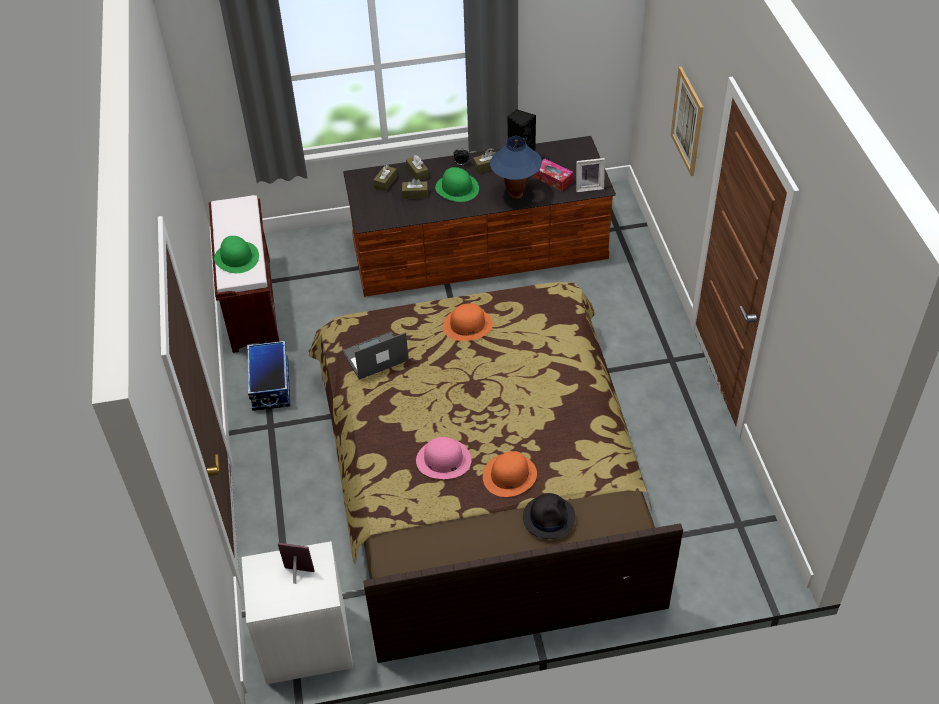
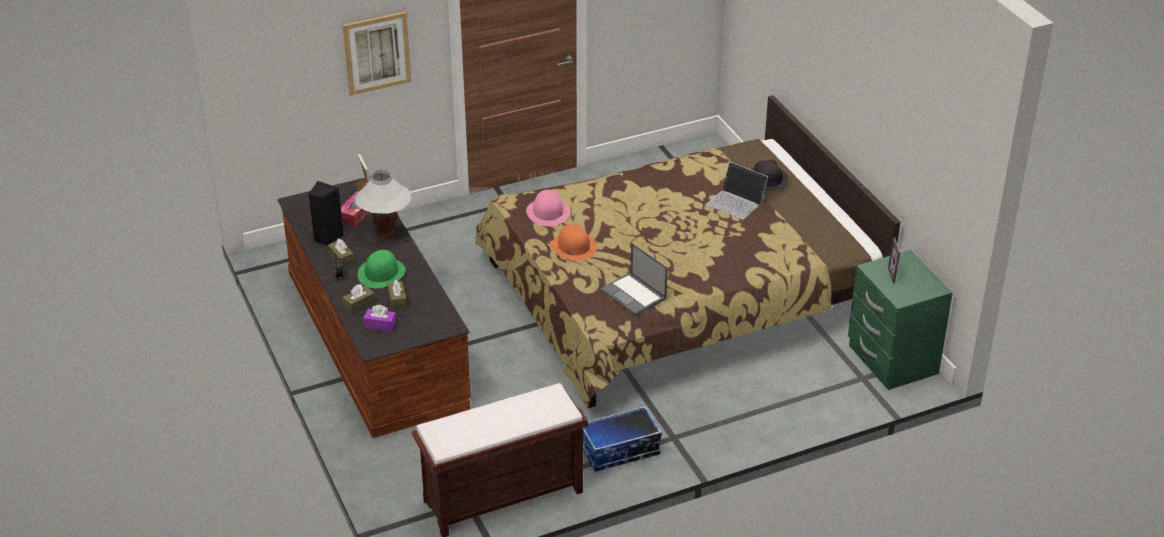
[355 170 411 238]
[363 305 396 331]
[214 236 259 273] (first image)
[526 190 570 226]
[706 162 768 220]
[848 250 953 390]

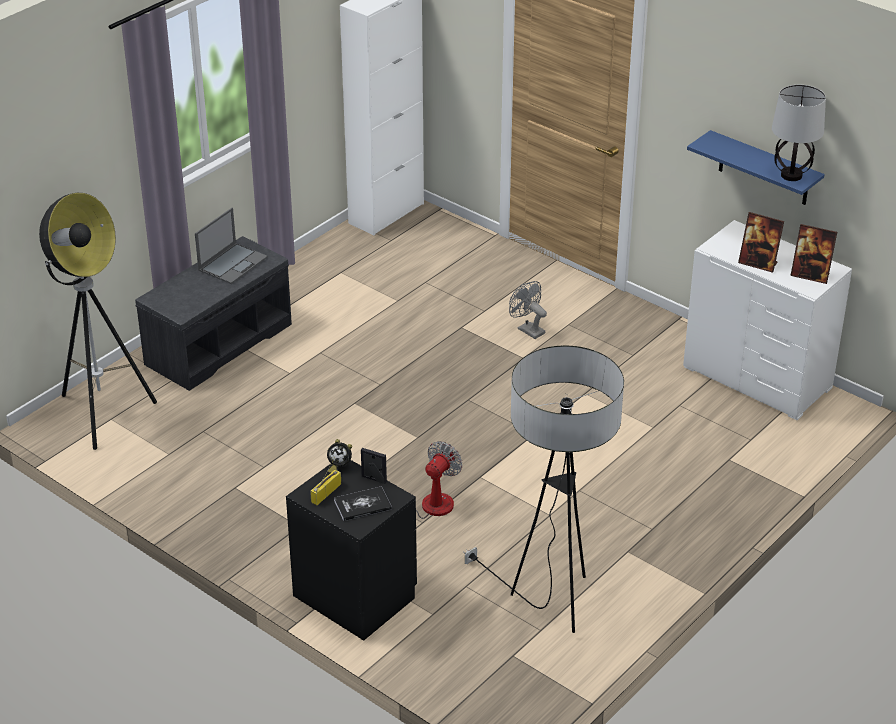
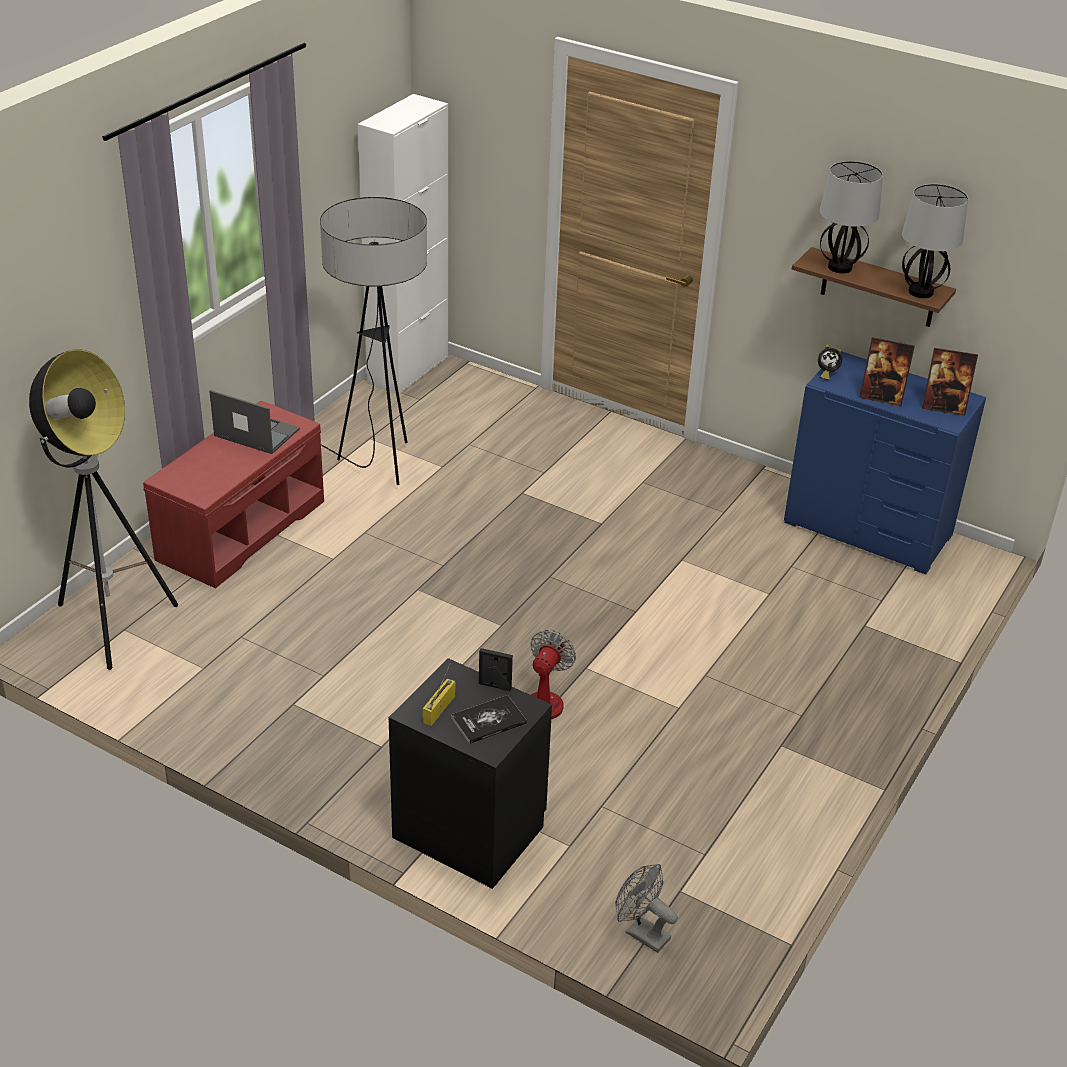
[792 247 956 327]
[209 390 300 454]
[784 352 986 574]
[143 401 324 588]
[615 864 678 953]
[320 197 427 485]
[818 344 842 380]
[820 161 883 273]

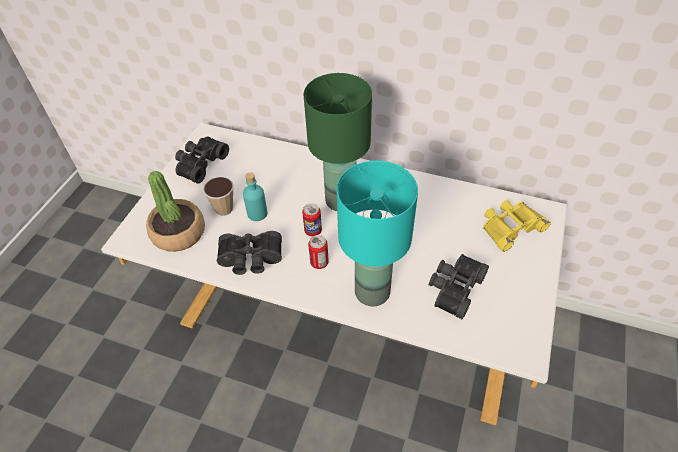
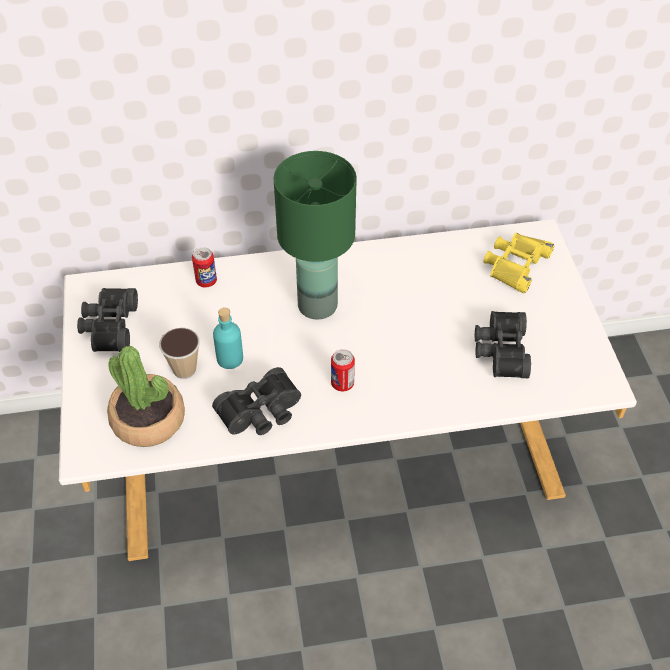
[337 161 418 306] (first image)
[192 247 217 287]

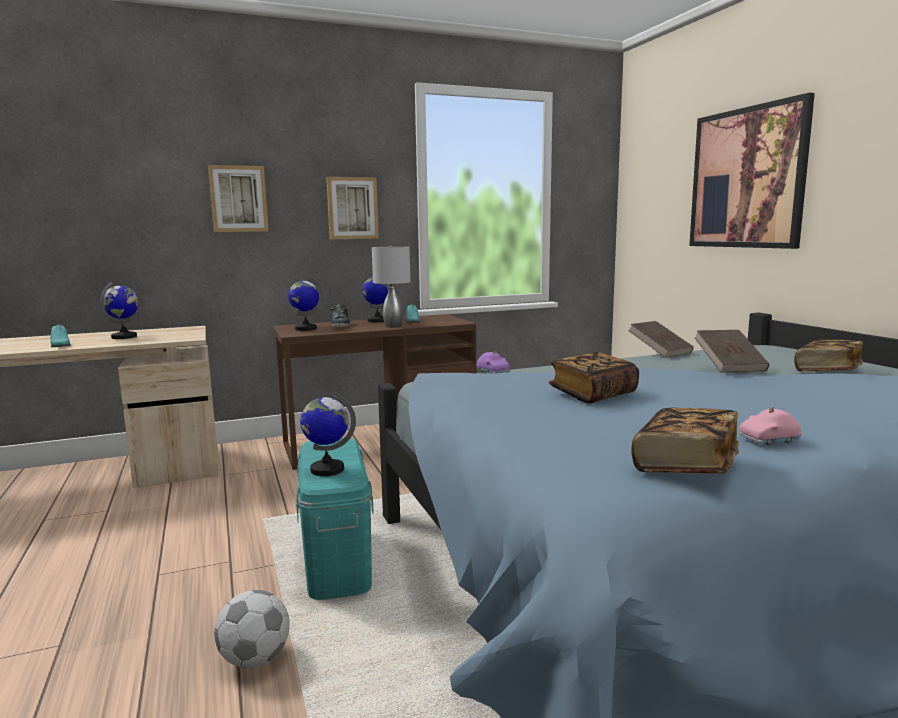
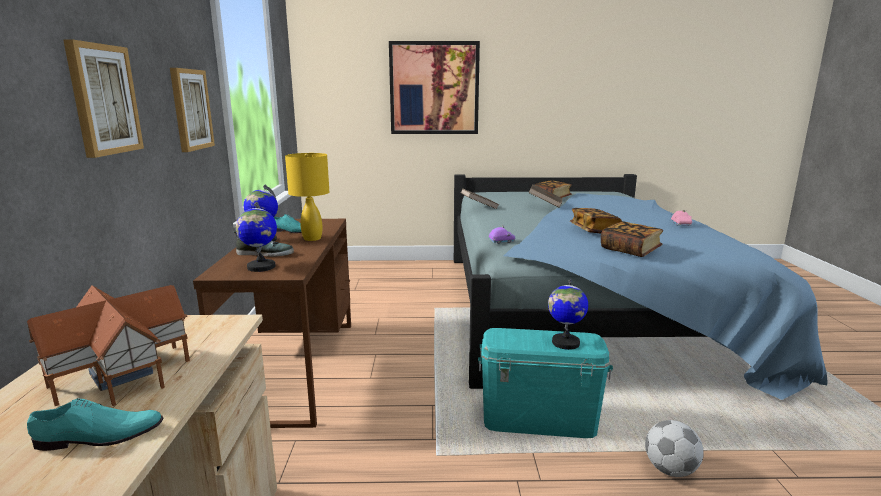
[285 153 329 241]
[27 285 190 406]
[601 221 663 257]

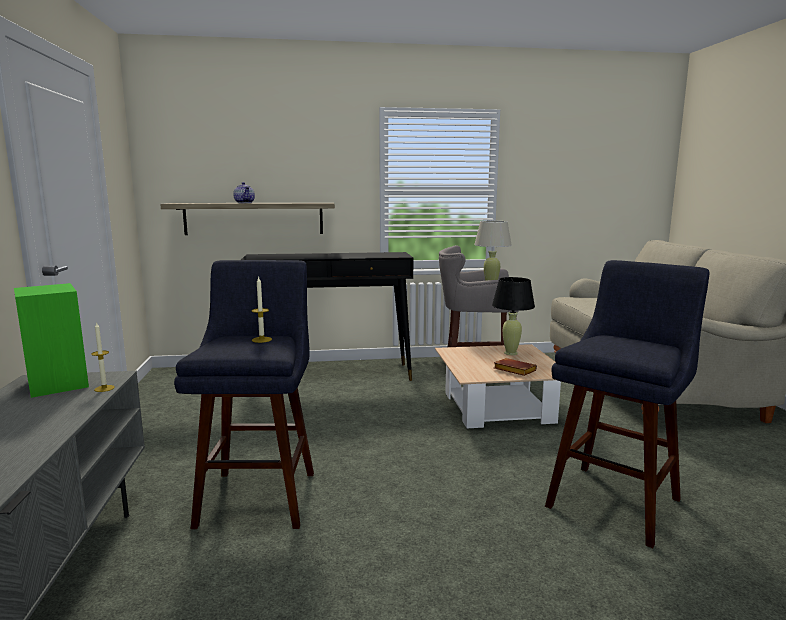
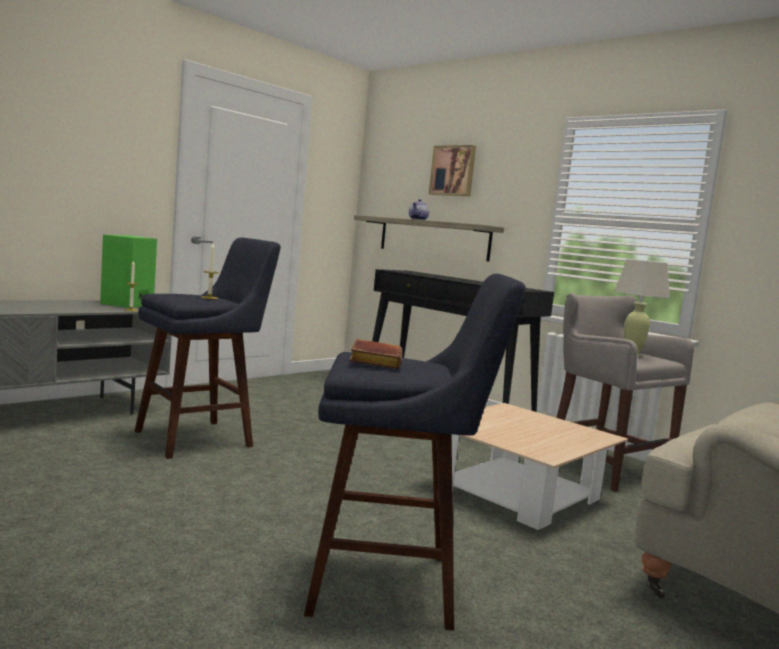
[492 277 535 355] (first image)
[349 339 403 369]
[429 145 476 196]

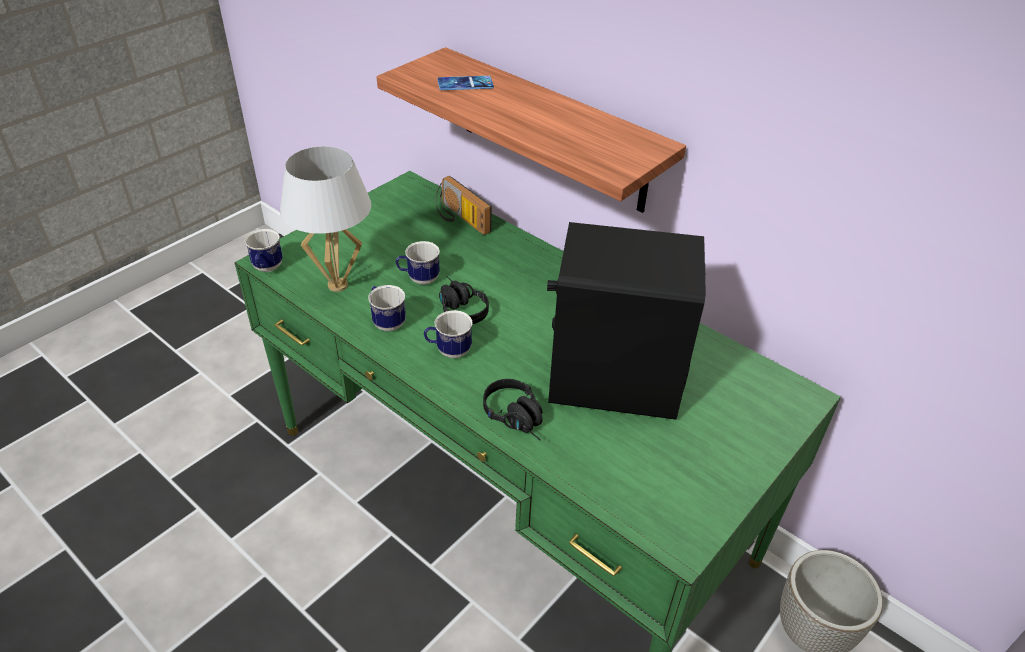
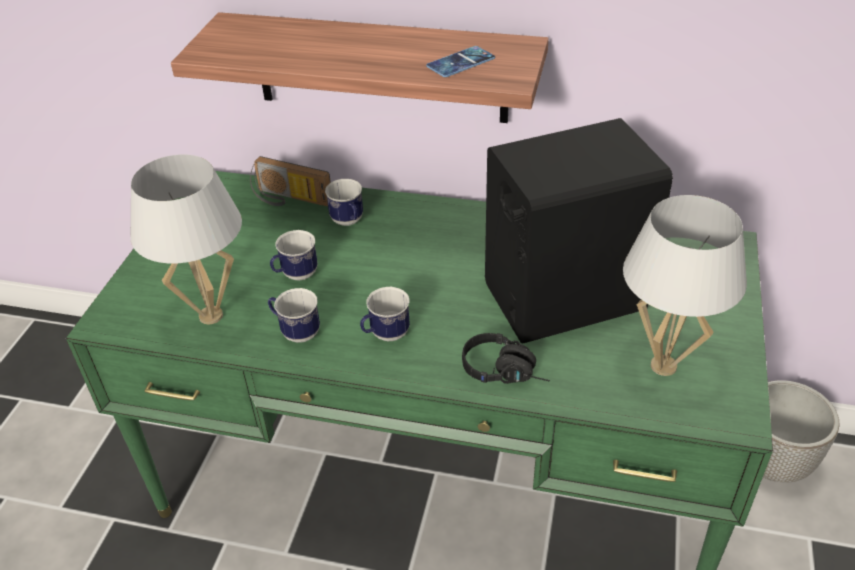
[426 46 495 77]
[325 179 363 226]
[439 276 489 324] (first image)
[623 195 747 376]

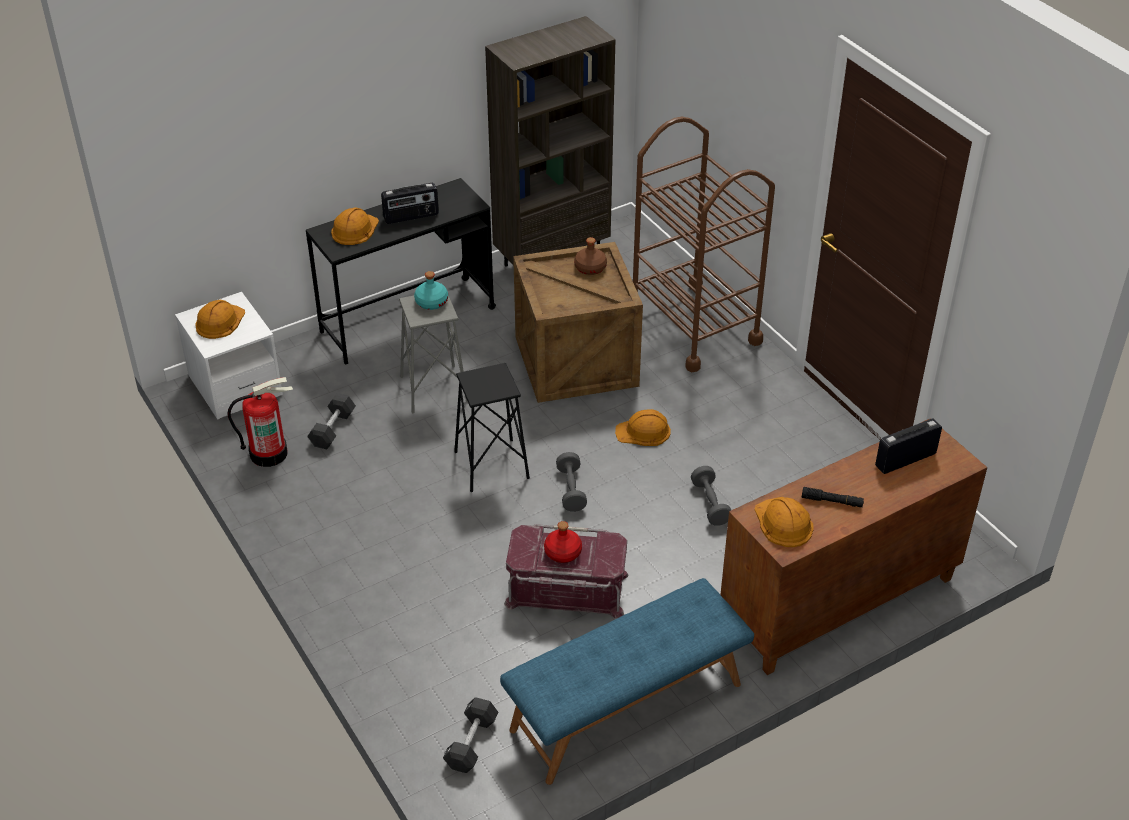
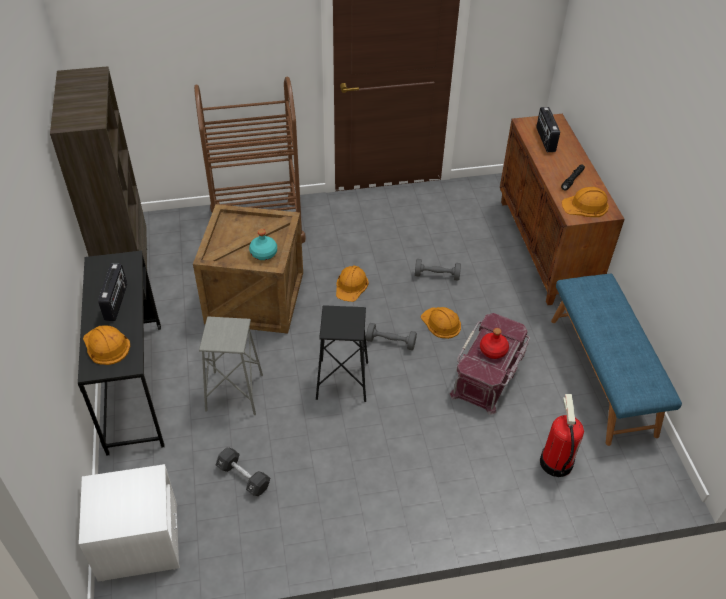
[574 237 607 275] (first image)
[249 229 277 260]
[421 307 461 339]
[540 394 584 477]
[443 697 498 773] (first image)

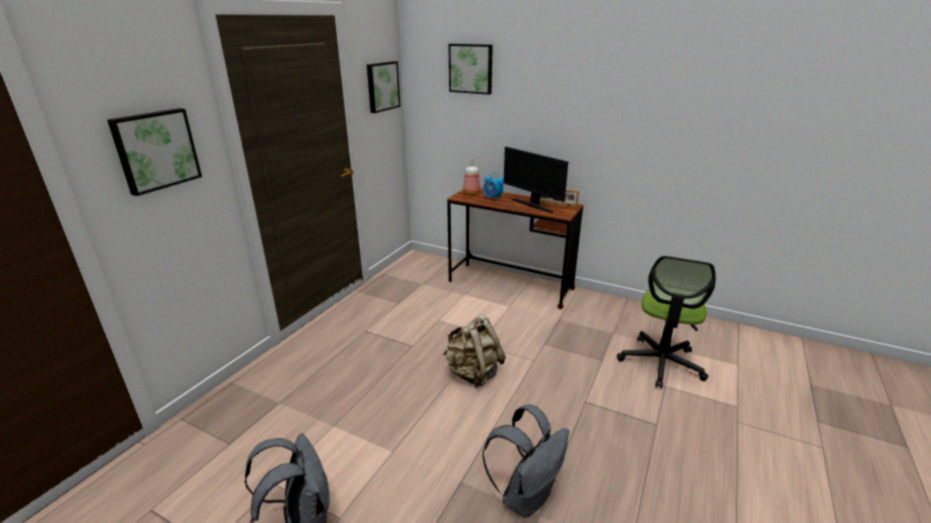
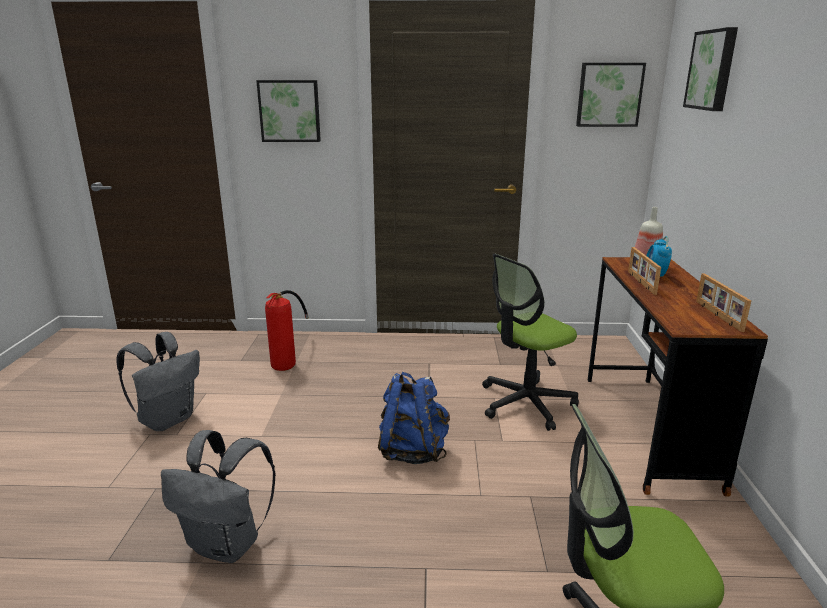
[504 147 568 213] (first image)
[378 372 450 464]
[628 247 661 295]
[482 254 579 431]
[265 290 309 371]

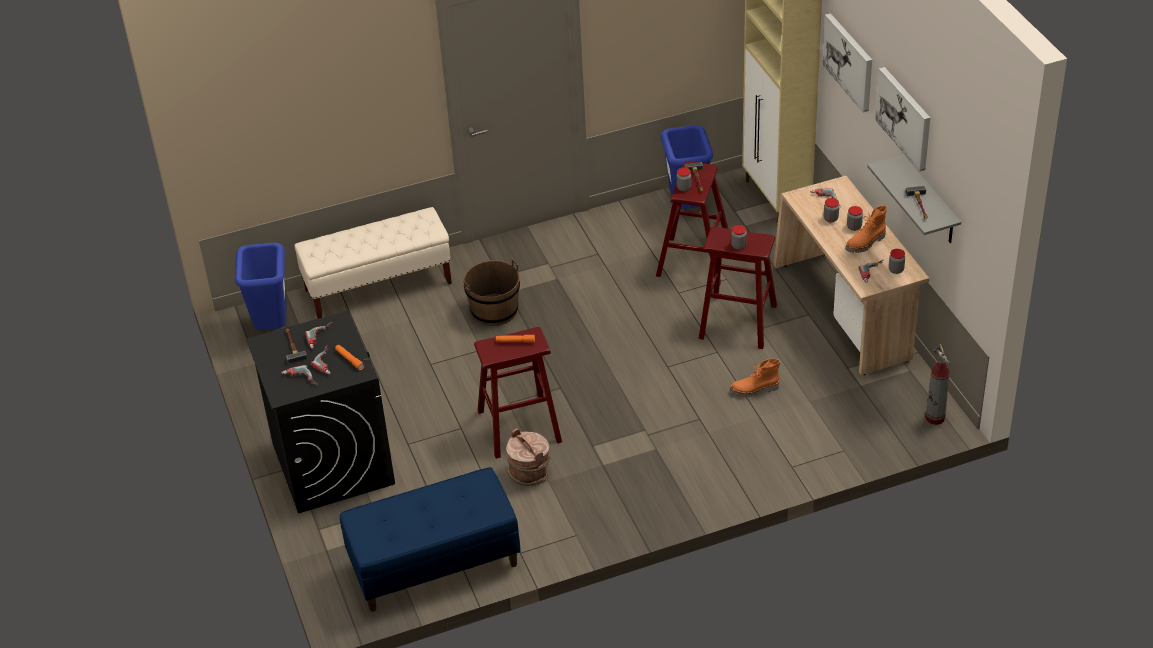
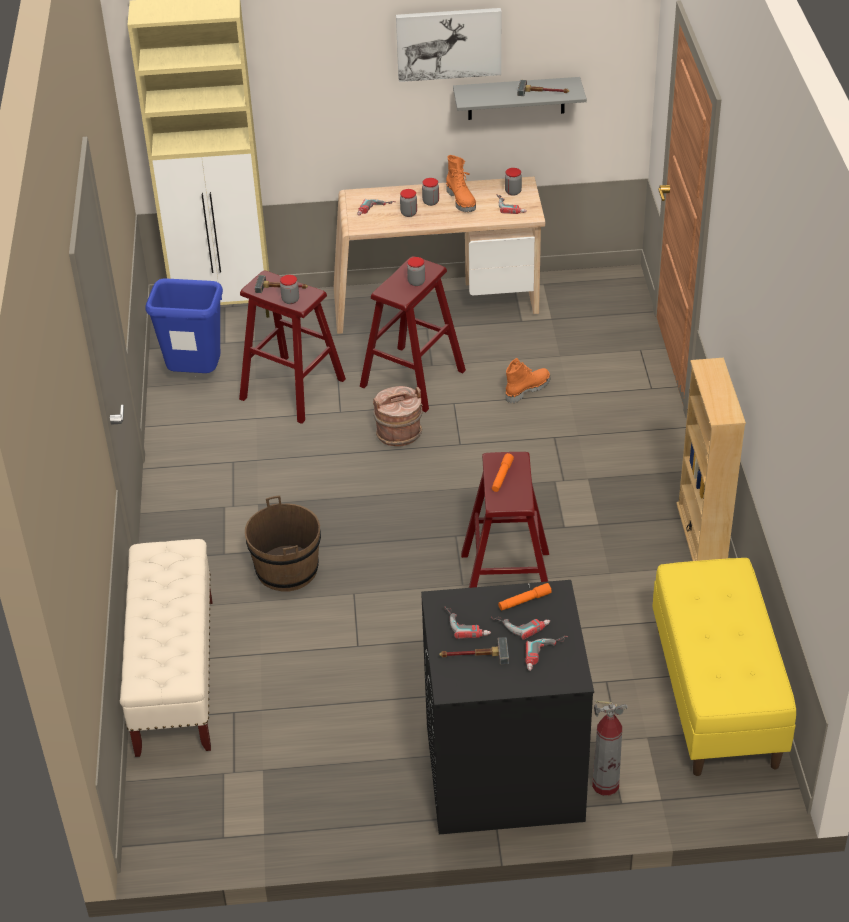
[823 13 872 113] (first image)
[235 243 286 330] (first image)
[592 700 627 796]
[505 358 551 403]
[373 386 423 447]
[652 558 796 776]
[676 358 746 561]

